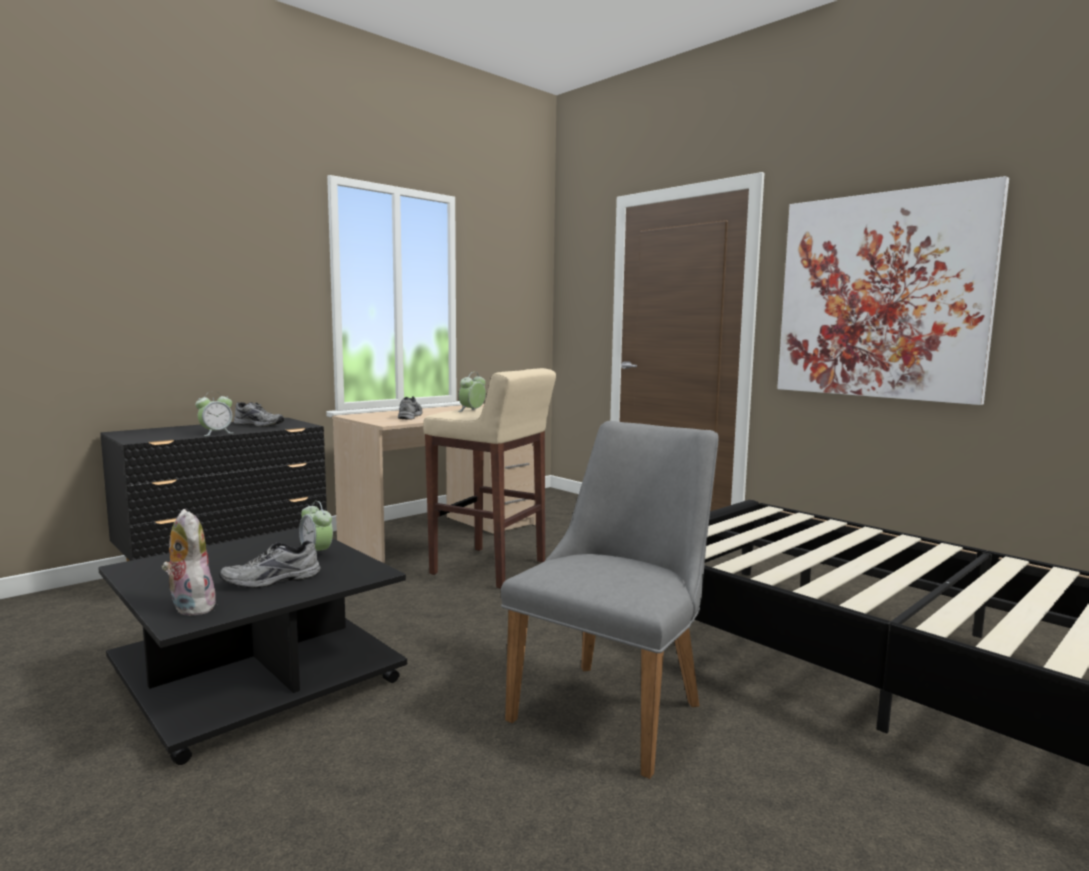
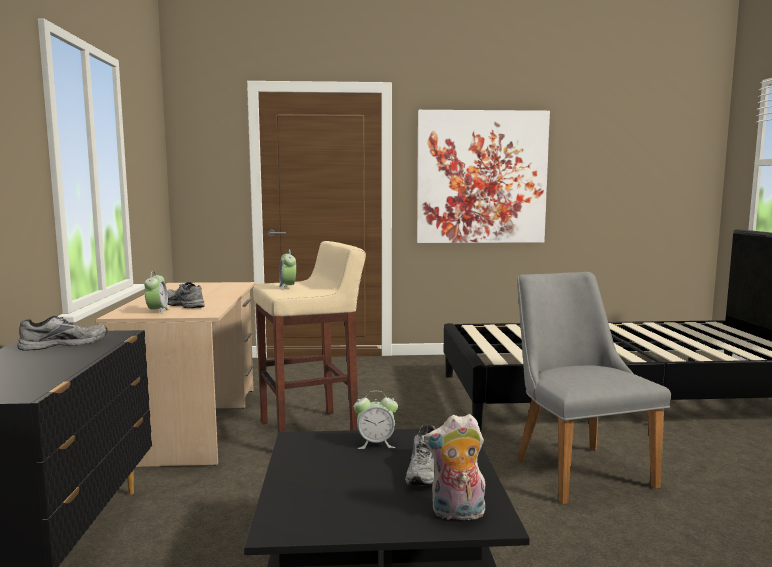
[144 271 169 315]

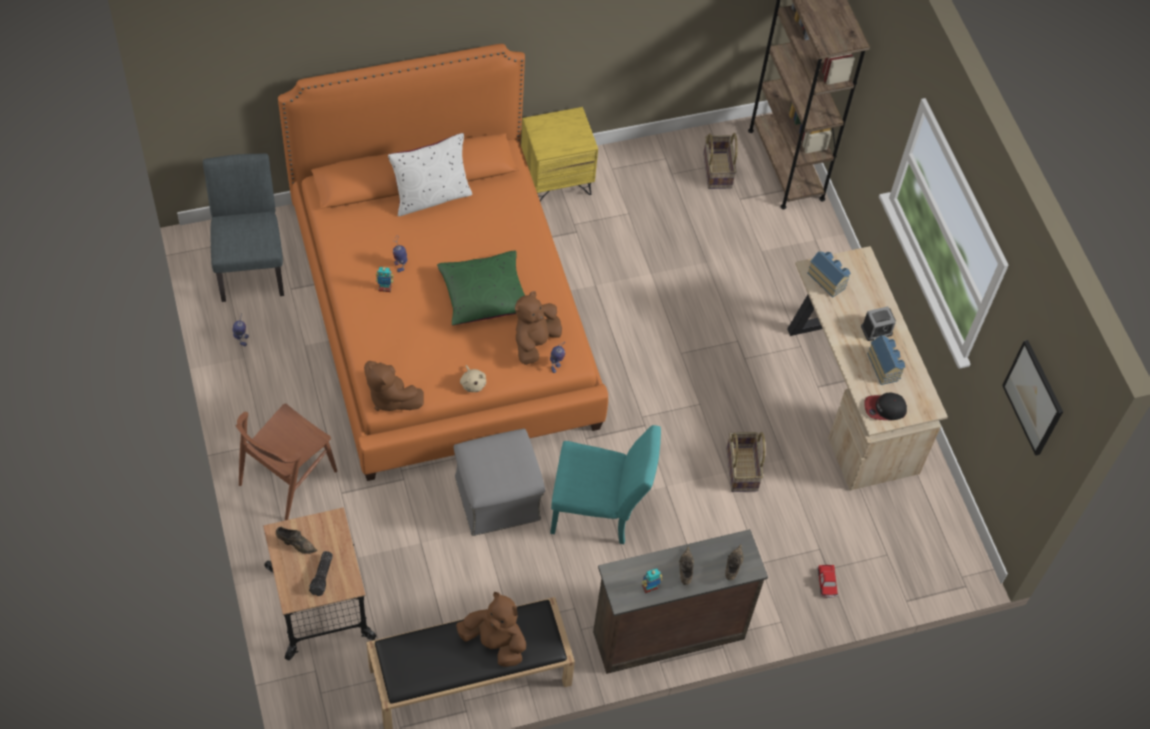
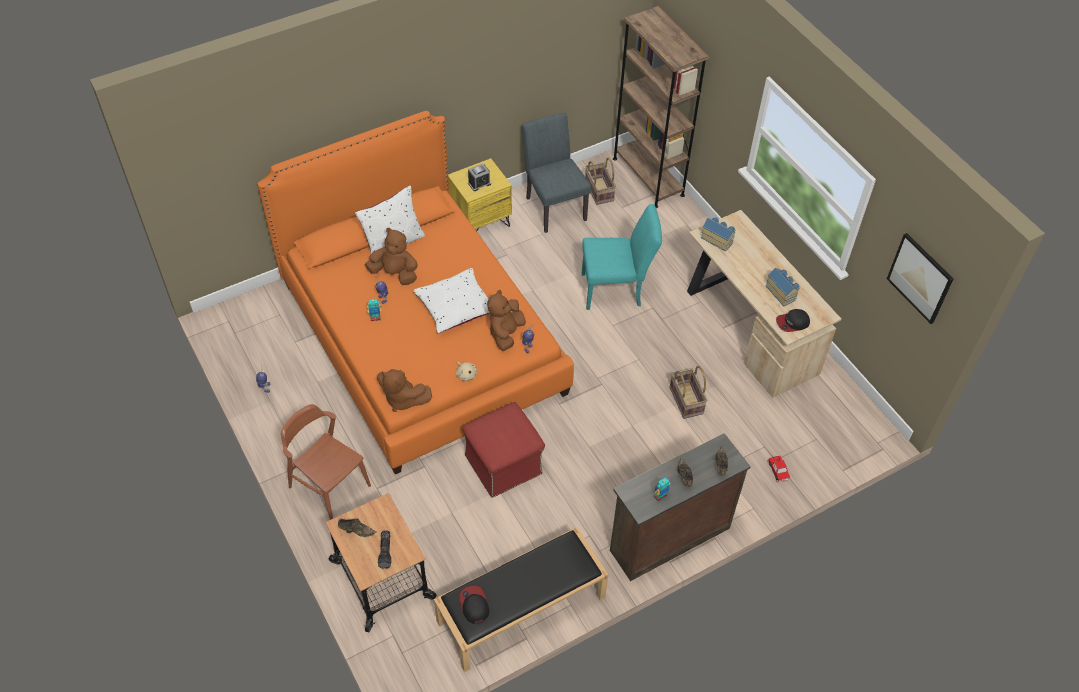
[521 112 591 233]
[413 268 490 333]
[468 163 491 191]
[281 404 371 520]
[582 204 662 310]
[462 402 545 498]
[365 228 418 285]
[459 586 489 624]

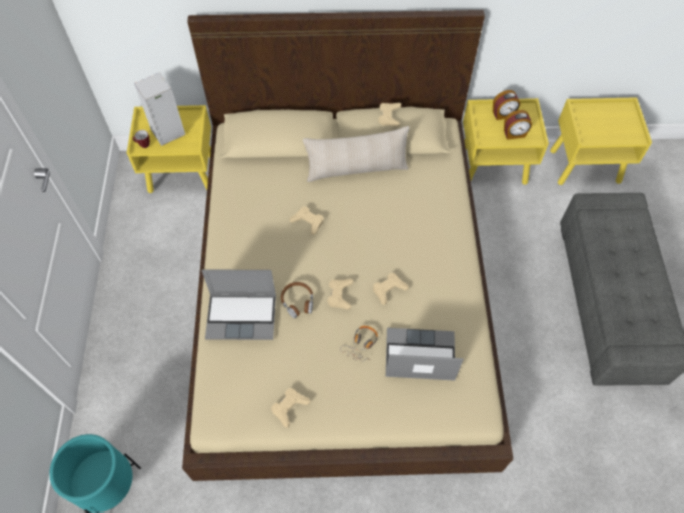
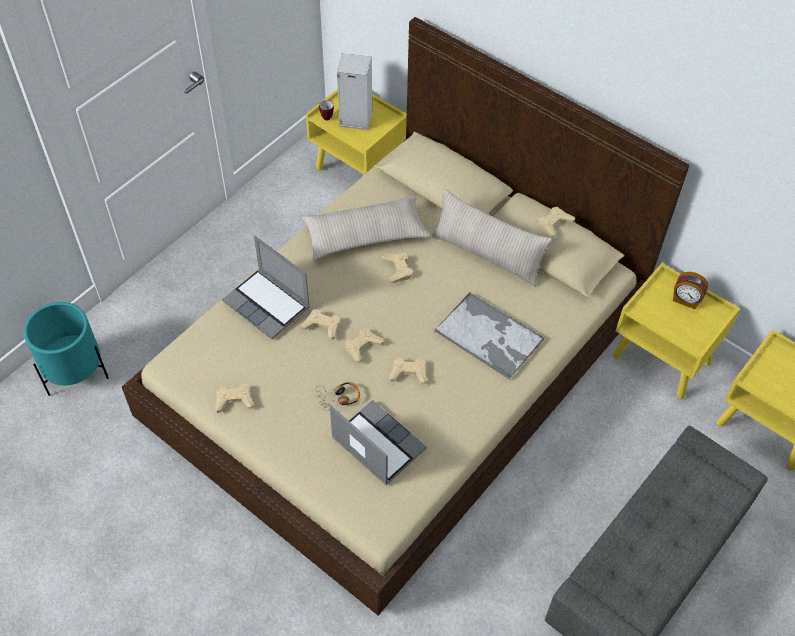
[504 110 532 140] (first image)
[301 309 340 340]
[302 195 430 260]
[435 292 545 380]

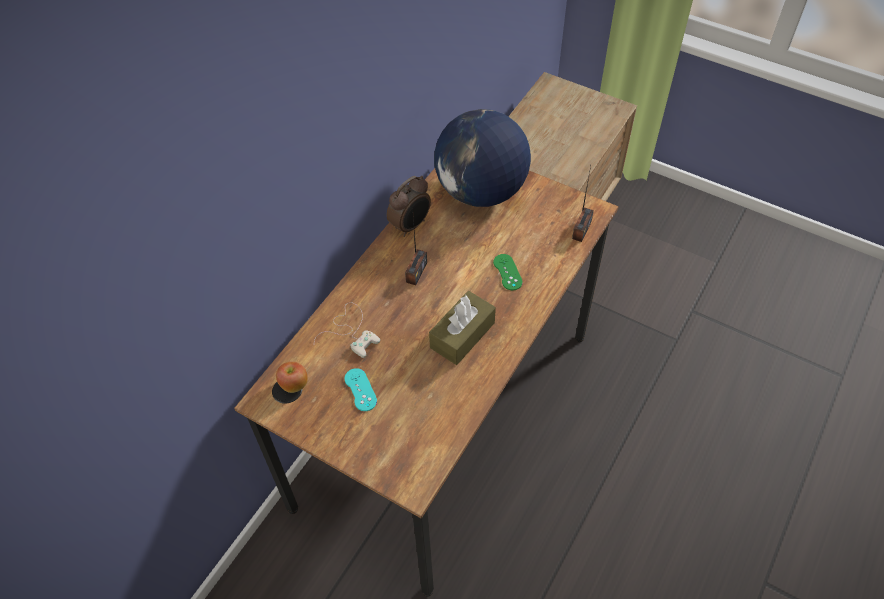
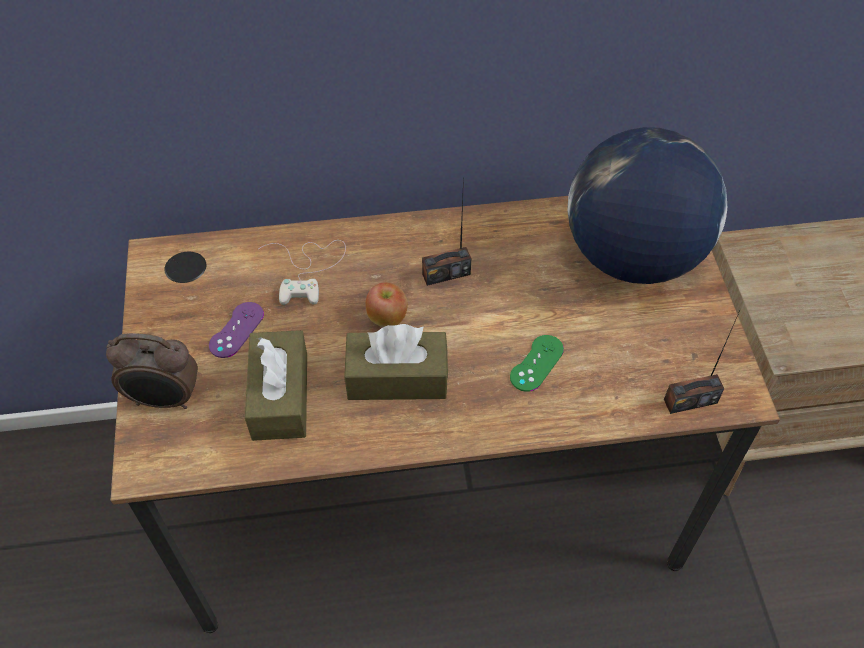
[106 333 198 409]
[366 282 408 327]
[209 302 264 358]
[245 330 307 441]

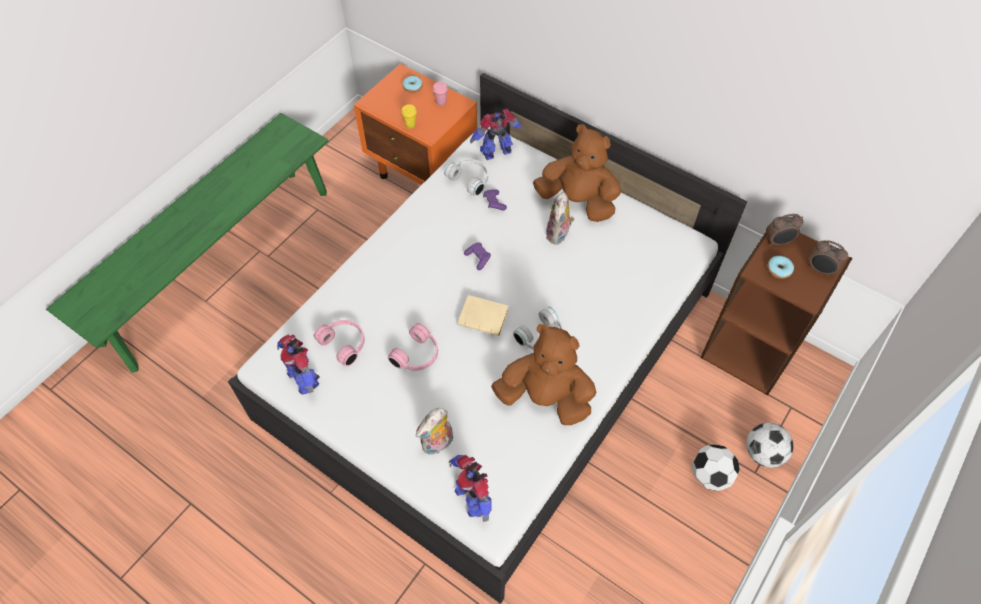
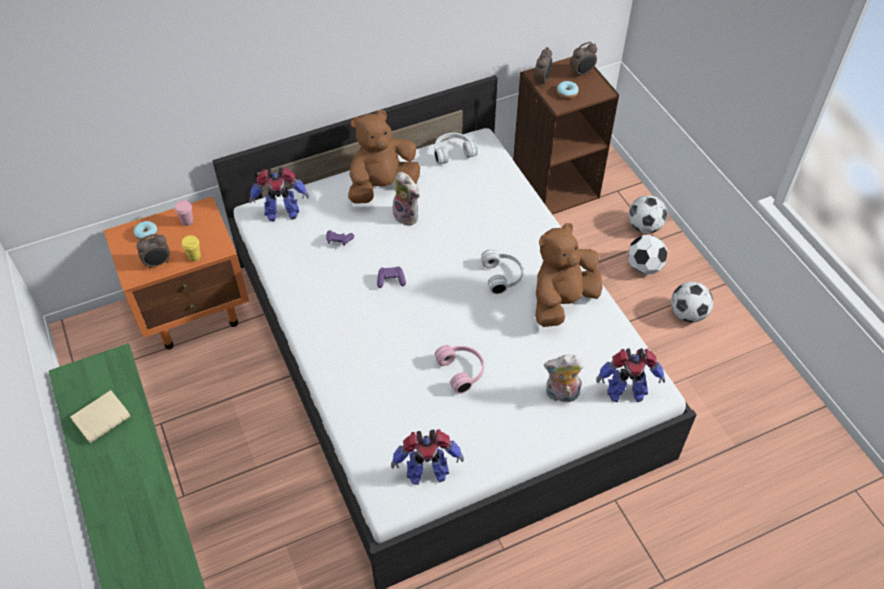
[249 167 309 221]
[434 133 478 164]
[70 390 131 443]
[314 320 364 367] (first image)
[544 355 583 403]
[136 234 170 269]
[671 282 713 323]

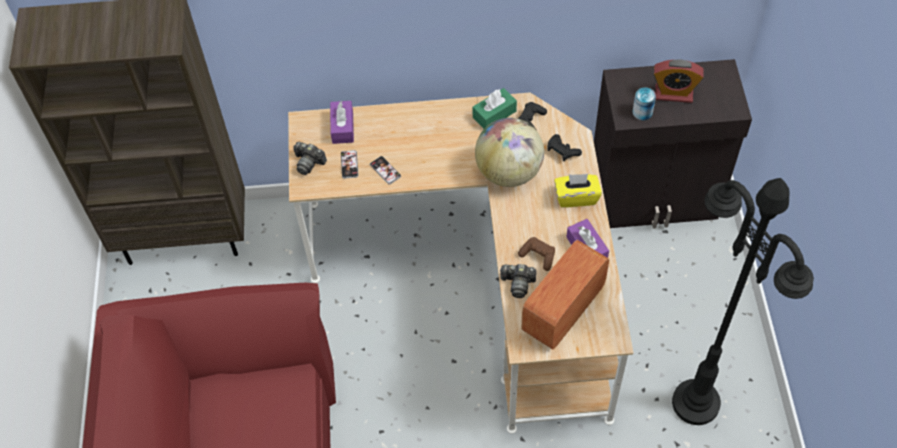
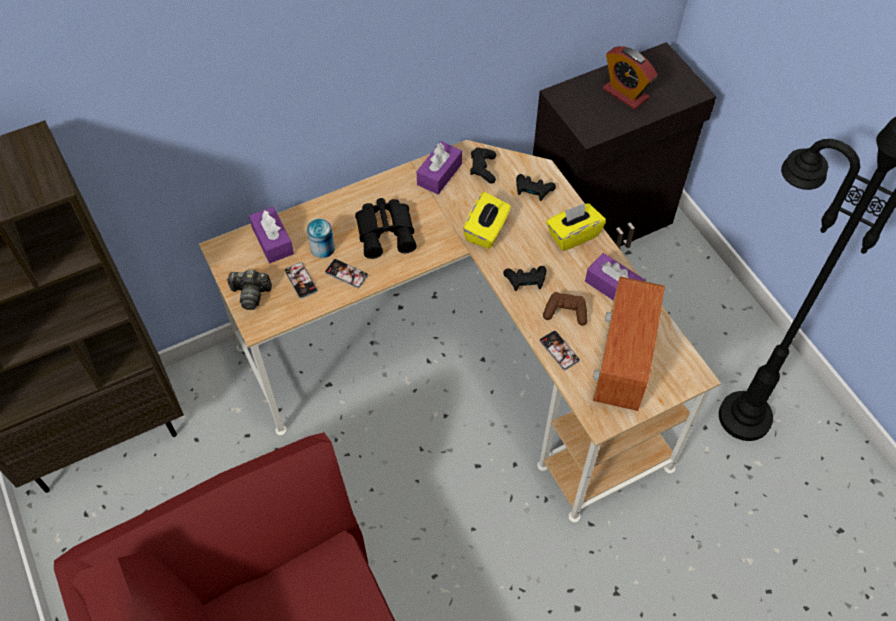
[603 46 658 110]
[307 219 335 258]
[416 141 462 194]
[463 192 511 249]
[539 331 580 370]
[355 198 417 259]
[503 266 546 291]

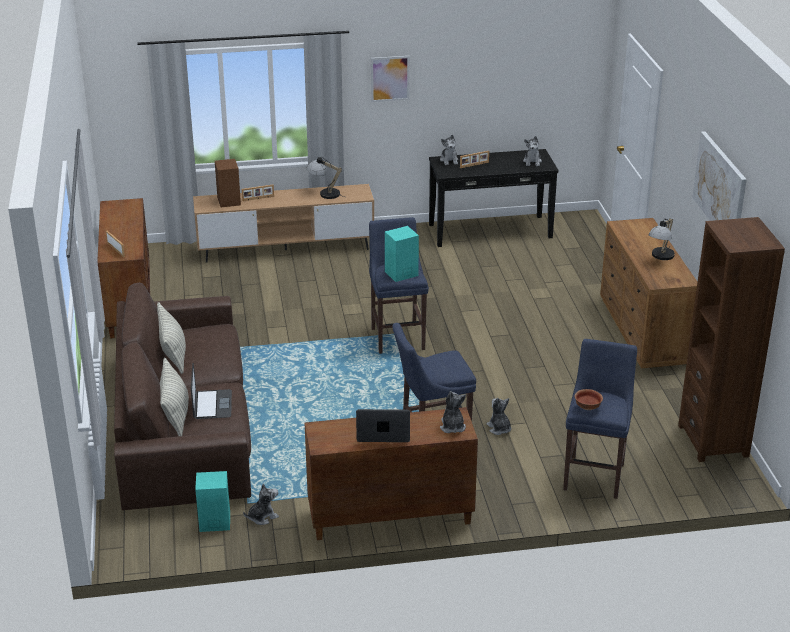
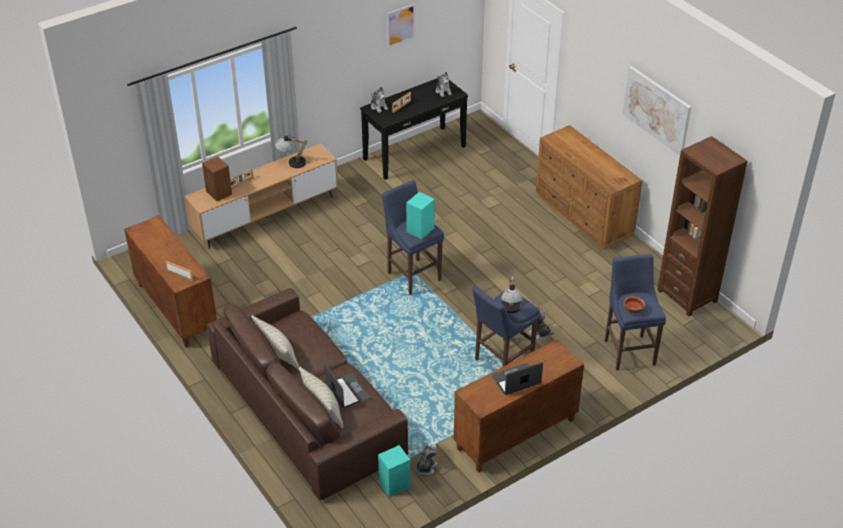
[387 4 415 48]
[501 276 522 313]
[440 391 466 433] (first image)

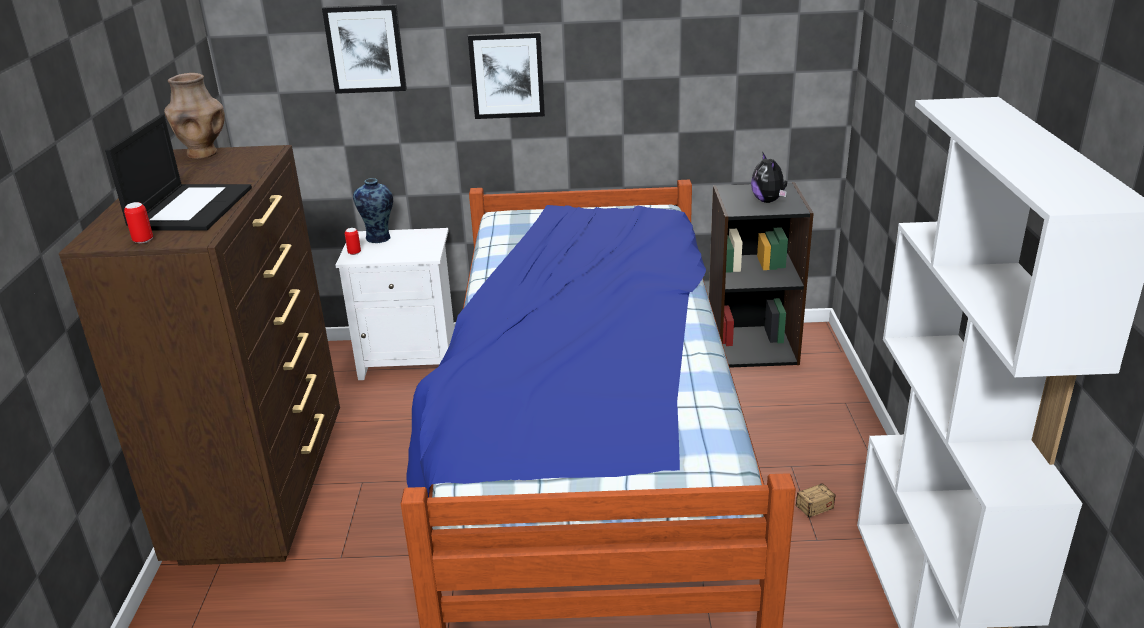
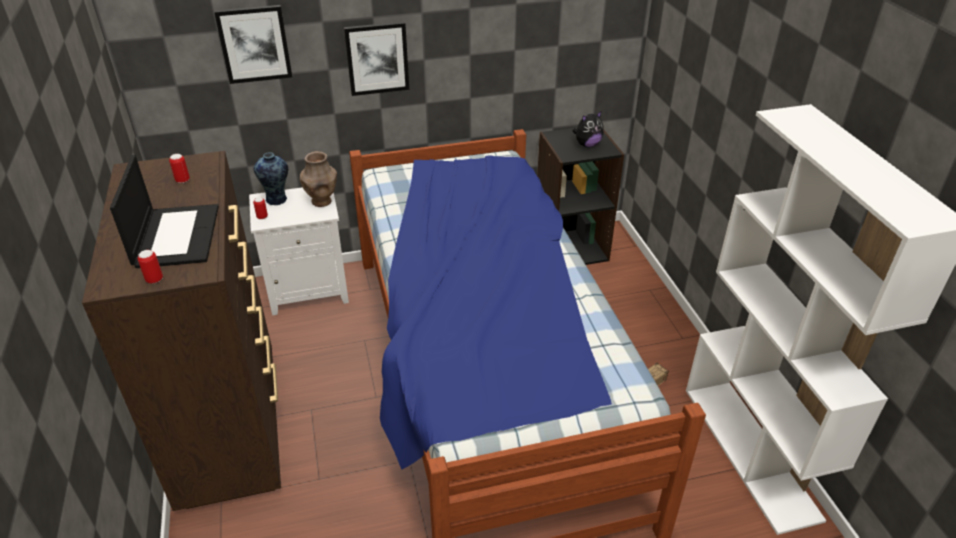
[300 151 337 207]
[573 111 604 147]
[169 154 190 183]

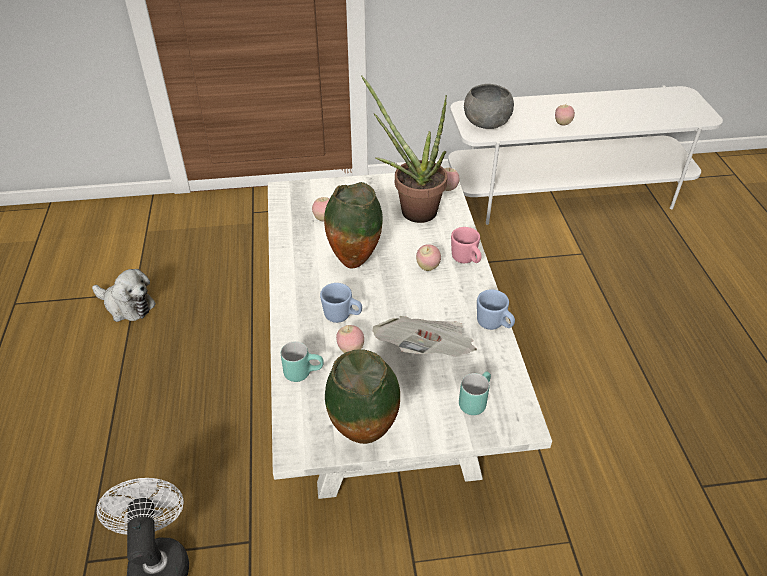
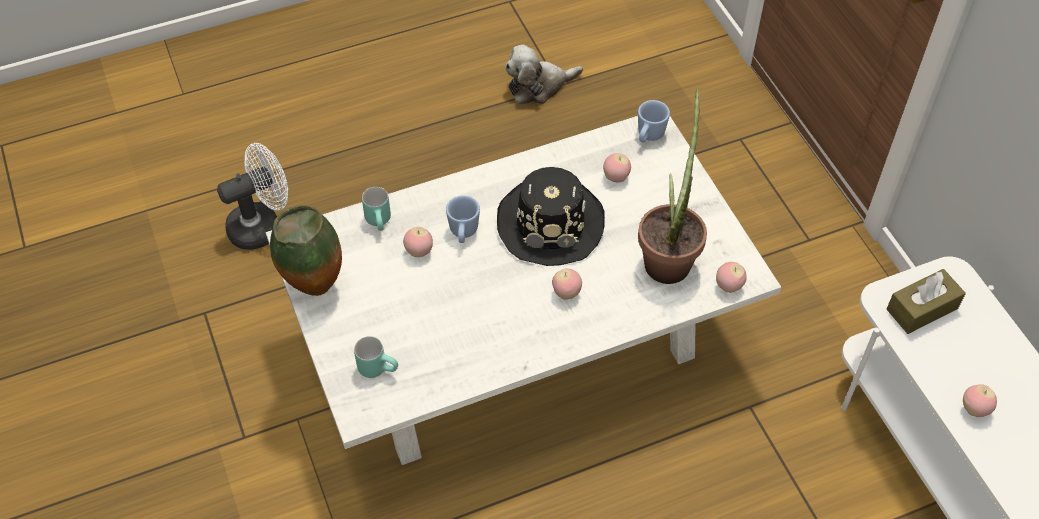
[886 269 966 334]
[497 167 605 266]
[451 227 482 263] (first image)
[505 44 583 104]
[638 100 670 143]
[373 316 477 357] (first image)

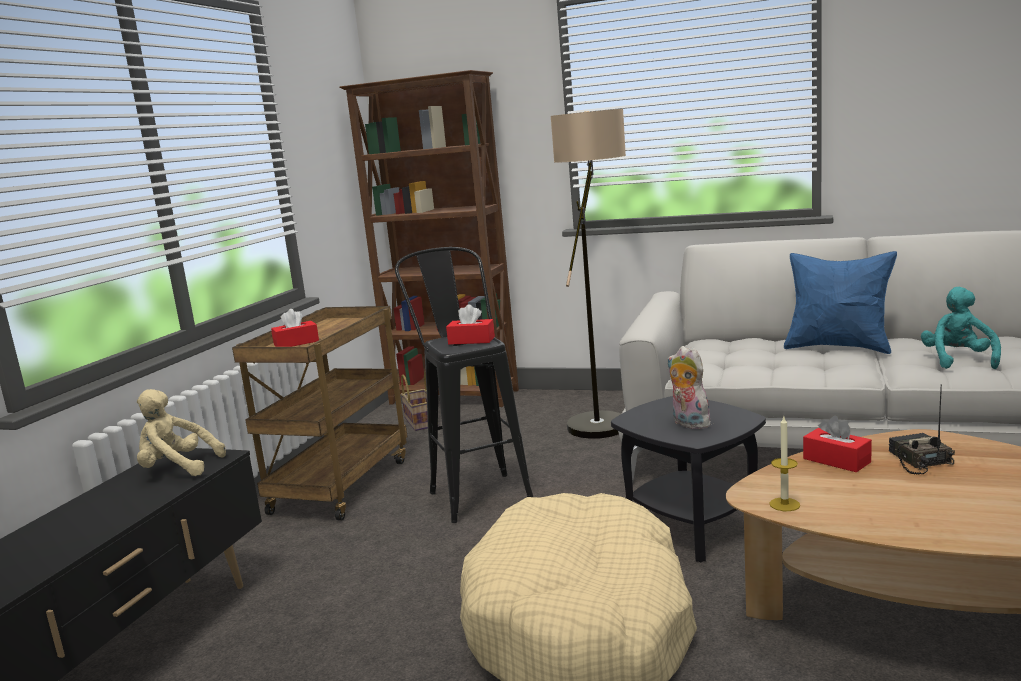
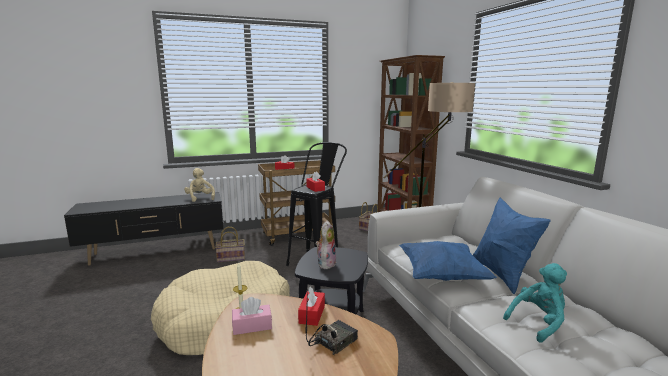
[215 227 245 263]
[399 241 497 281]
[232 297 272 335]

